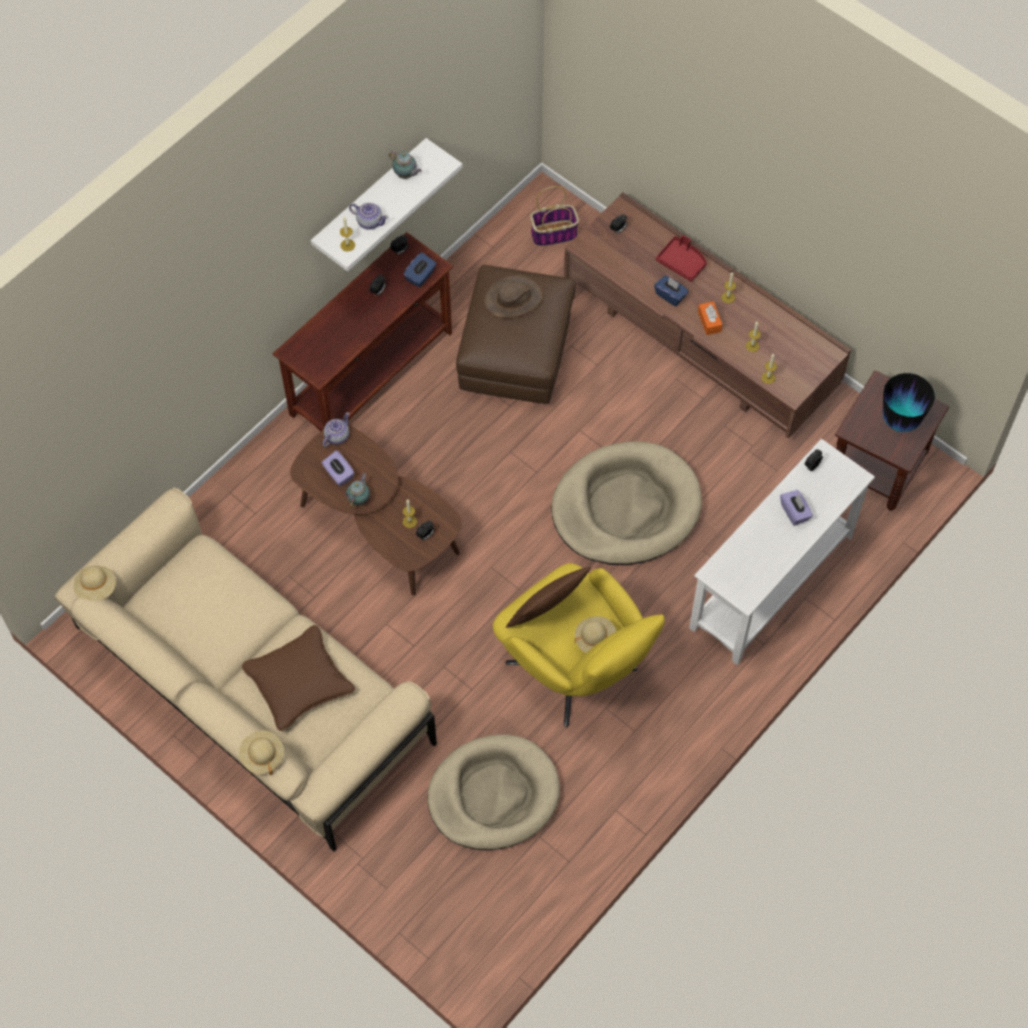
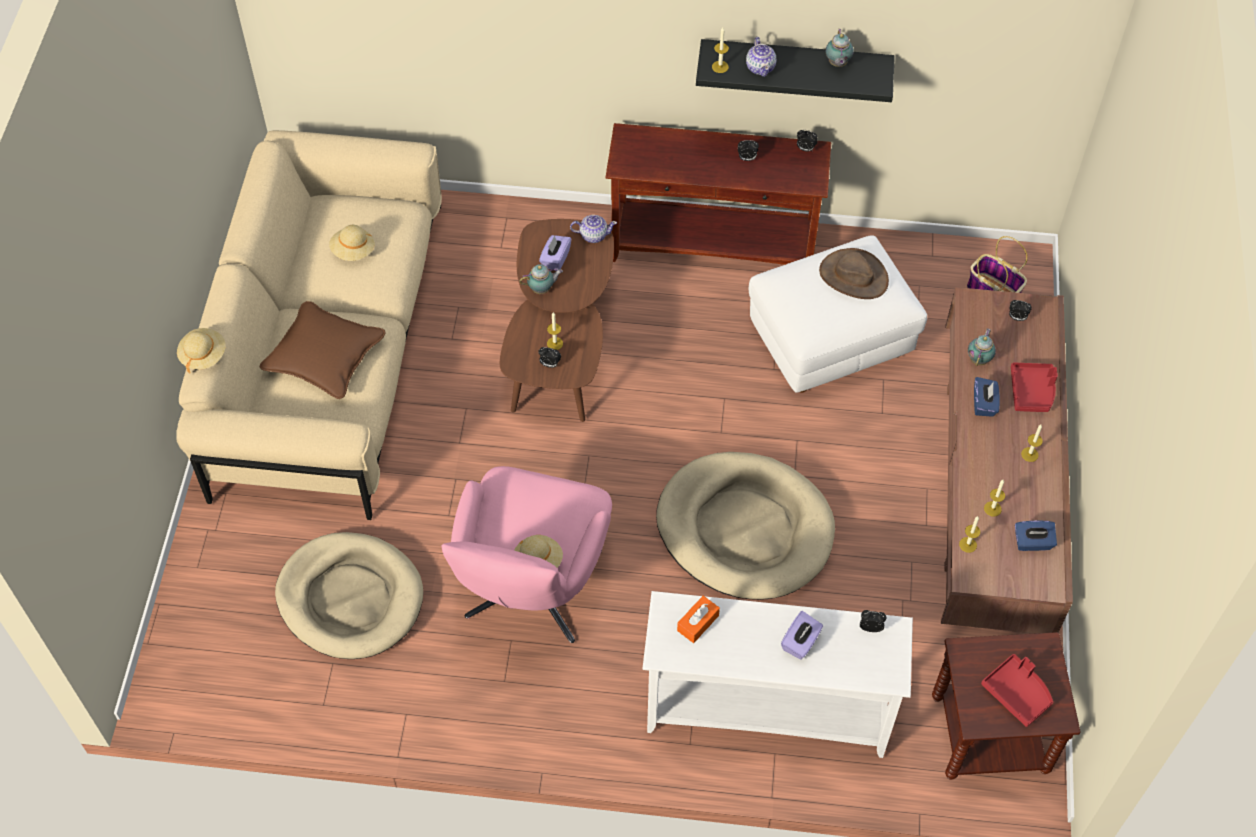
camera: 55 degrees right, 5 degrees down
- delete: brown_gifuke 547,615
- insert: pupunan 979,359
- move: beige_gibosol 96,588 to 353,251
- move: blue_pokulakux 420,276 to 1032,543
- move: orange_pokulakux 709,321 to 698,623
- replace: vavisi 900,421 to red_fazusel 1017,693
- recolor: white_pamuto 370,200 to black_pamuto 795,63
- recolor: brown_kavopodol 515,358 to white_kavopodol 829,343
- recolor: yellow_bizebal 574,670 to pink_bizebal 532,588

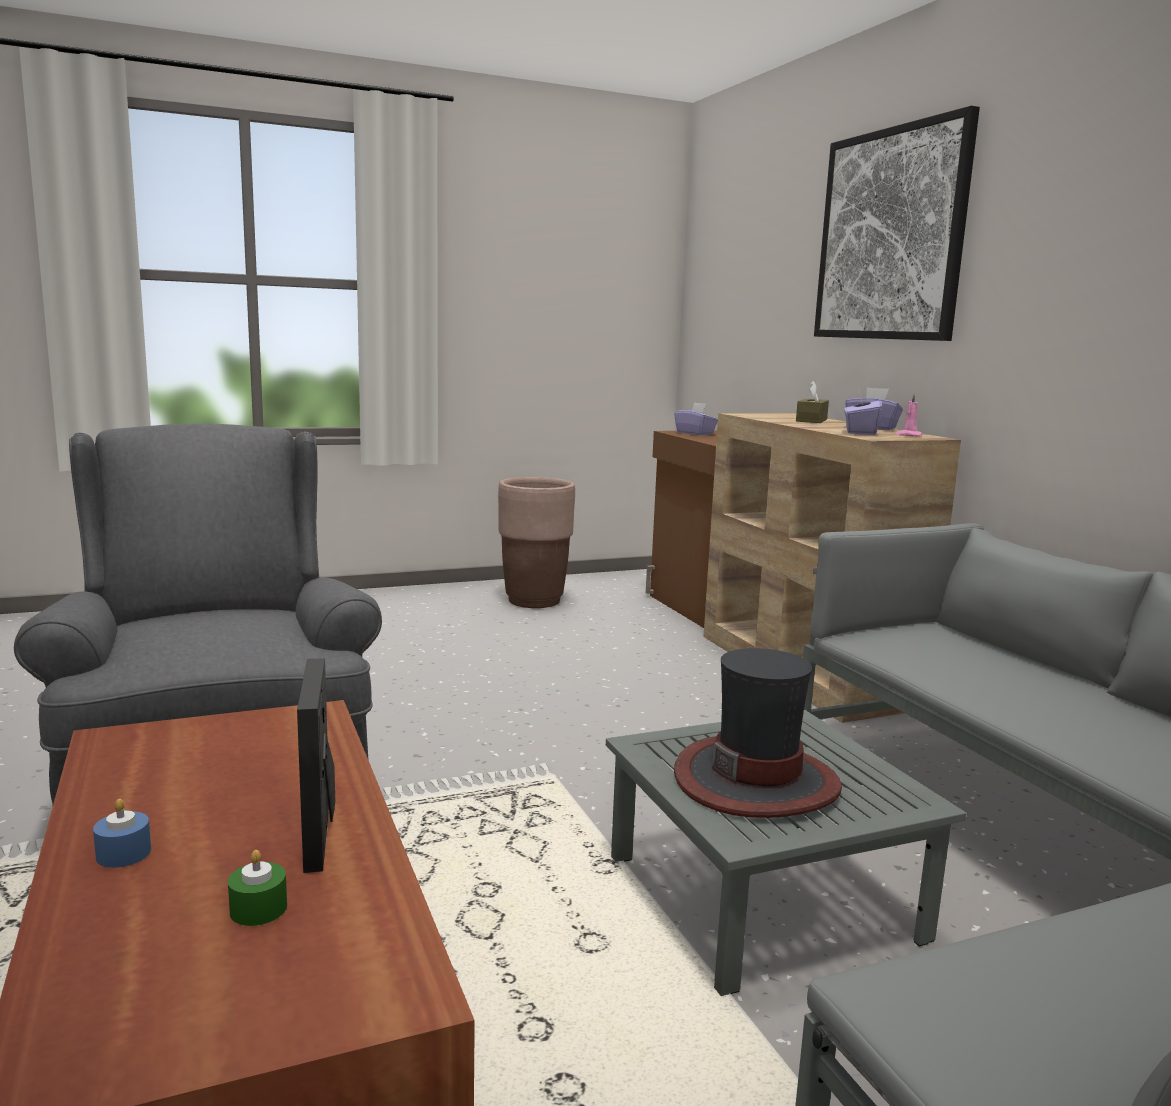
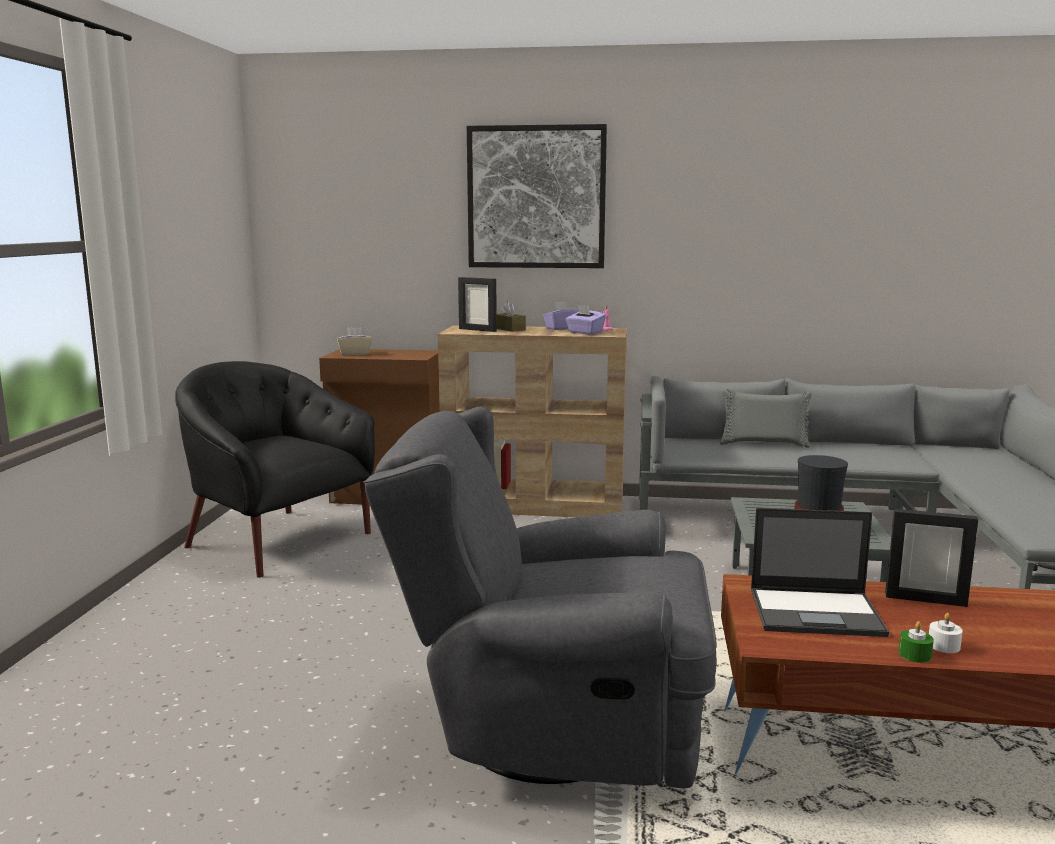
camera: 60 degrees left, 0 degrees up
- insert: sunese 478,330
- insert: grey_gifuke 763,444
- insert: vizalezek 817,612
- move: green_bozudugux 258,909 to 914,655
- replace: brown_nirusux 534,601 to black_bizebal 276,540
- recolor: blue_bozudugux 123,853 to white_bozudugux 943,646
- recolor: purple_pokulakux 695,433 to beige_pokulakux 355,354

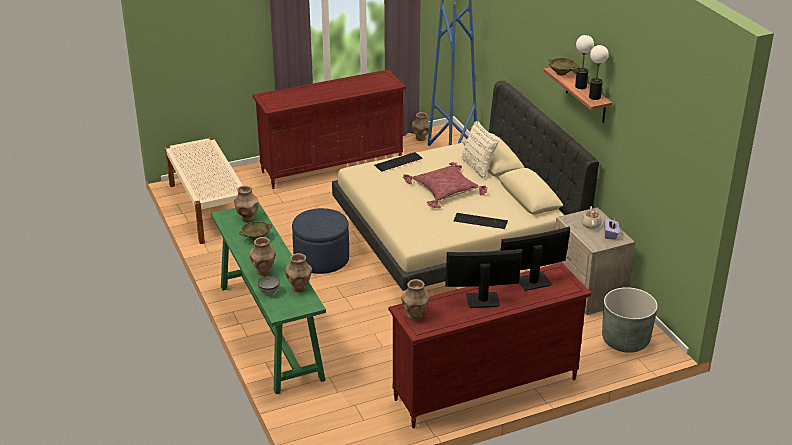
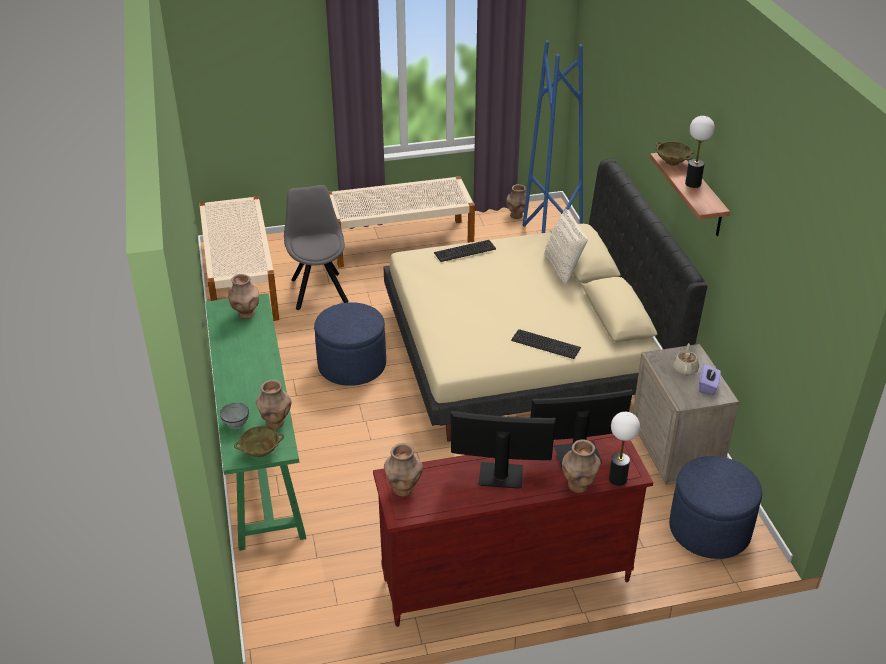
camera: 10 degrees right, 5 degrees up
- delete: red_gifuke 444,188
- insert: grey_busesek 318,291
- move: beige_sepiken 256,238 to 260,451
- move: brown_vavisi 263,271 to 578,486
- move: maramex 594,97 to 617,479
- replace: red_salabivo 332,166 to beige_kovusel 401,242
- replace: grey_nirusux 625,340 to blue_kavopodol 709,529

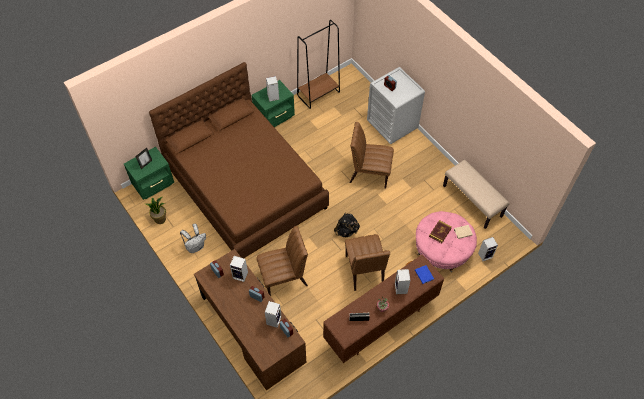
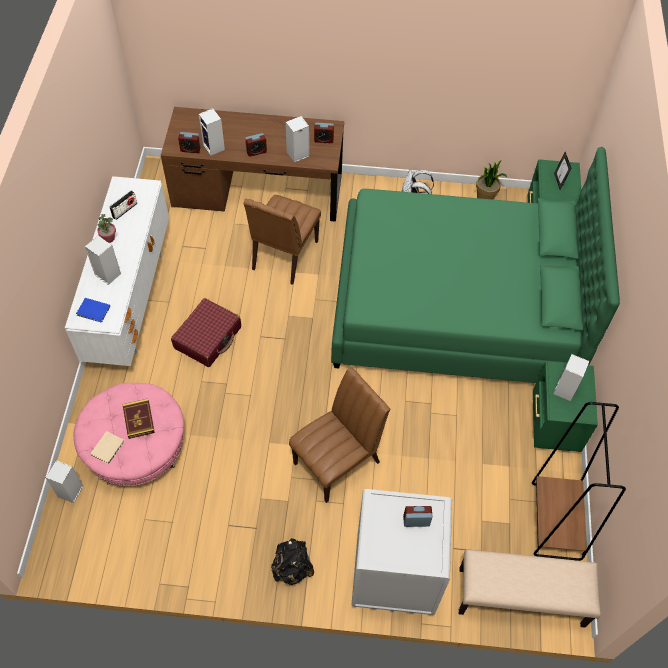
camera: 130 degrees right, 0 degrees up
- move: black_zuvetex 346,231 to 292,567
- move: beige_kovusel 472,201 to 520,598
- replace: brown_busesek 364,270 to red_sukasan 208,337
- recolor: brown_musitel 245,187 to green_musitel 455,306
- recolor: brown_salabivo 380,322 to white_salabivo 132,301

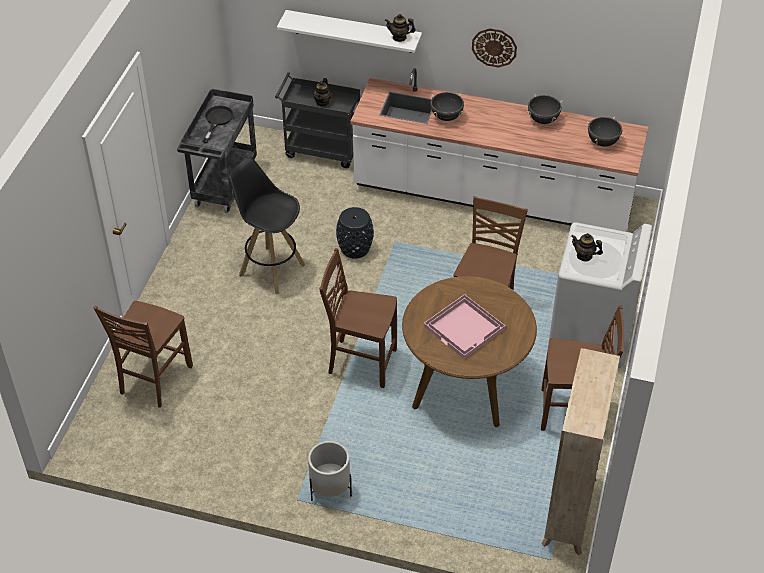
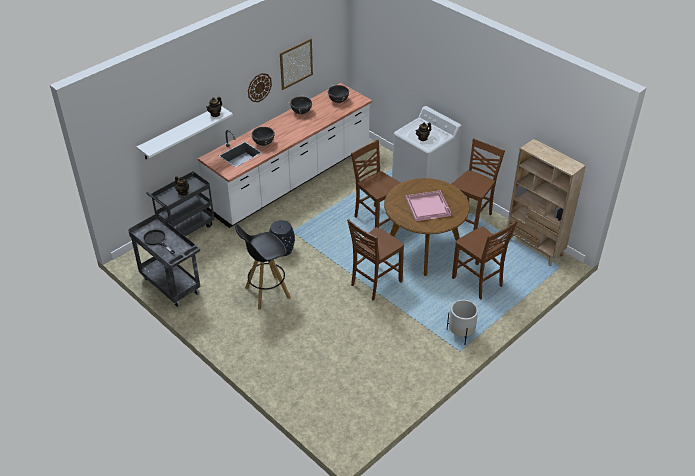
camera: 60 degrees left, 5 degrees down
- insert: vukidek 296,63
- move: brown_busesek 154,380 to 478,282

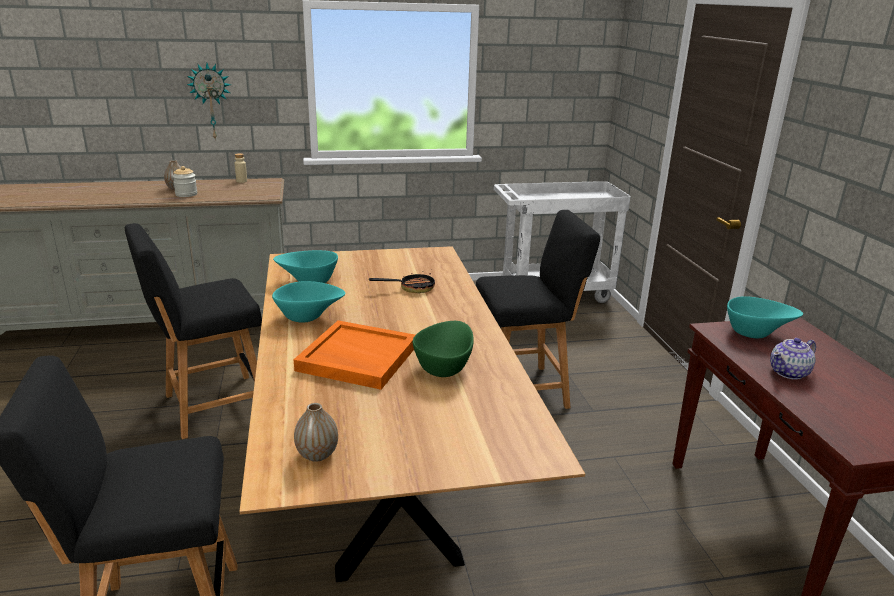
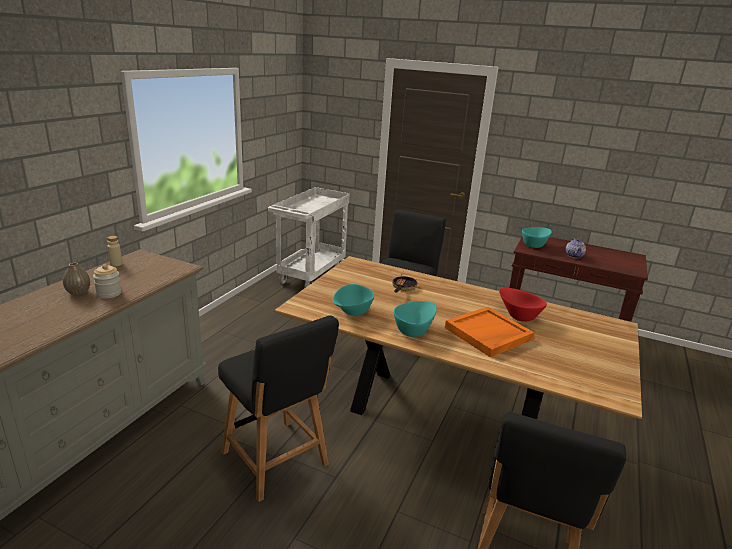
camera: 55 degrees left, 0 degrees up
- delete: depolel 211,101
- delete: vavisi 317,454
- recolor: green_sepiken 445,366 to red_sepiken 518,315
- rotate: black_busesek 211,406 = 277,461 45 degrees counterclockwise

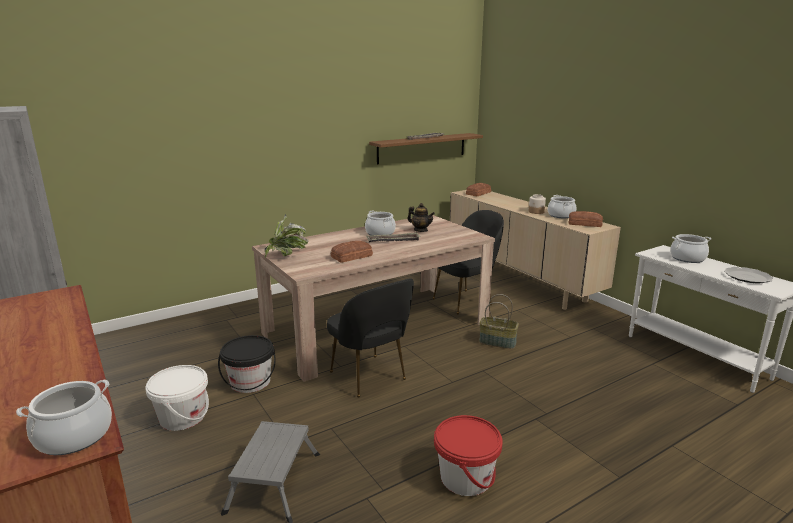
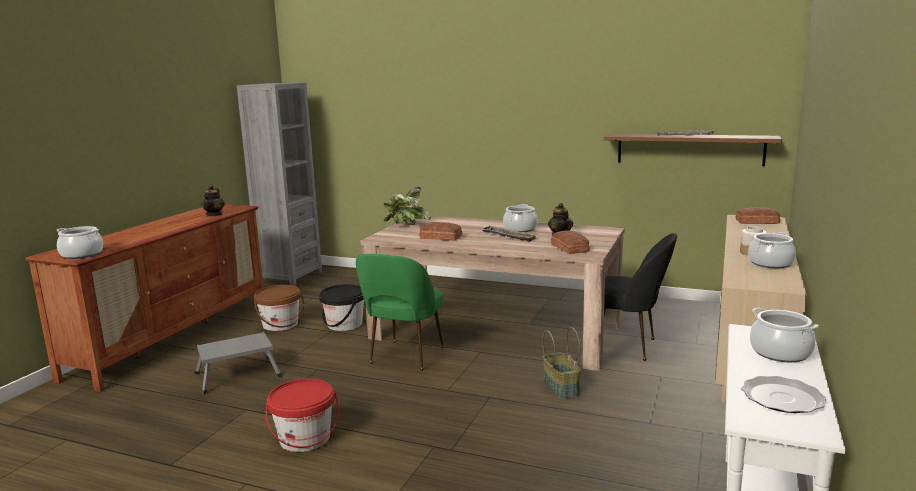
camera: 55 degrees right, 5 degrees down
- insert: pupunan 214,214
- move: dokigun 584,223 to 570,248
- recolor: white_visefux 182,417 to brown_visefux 280,324
- recolor: black_busesek 370,379 to green_busesek 404,358

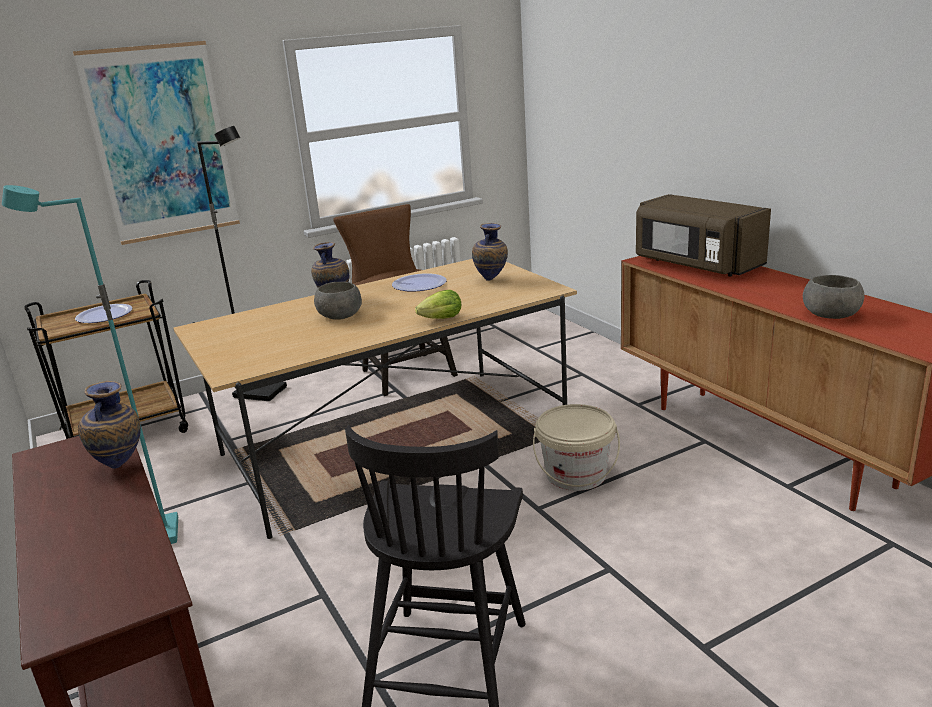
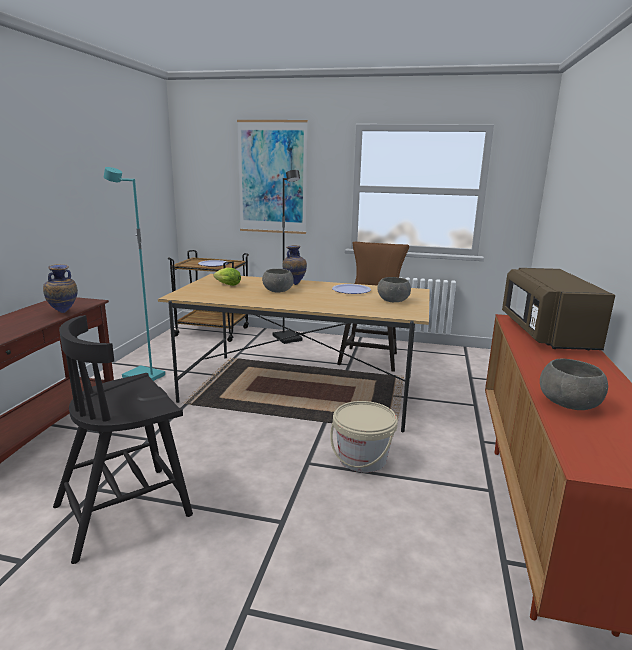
camera: 40 degrees right, 5 degrees down
- move: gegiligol 439,319 to 226,285
- replace: vavisi 491,280 to grey_sepiken 393,300

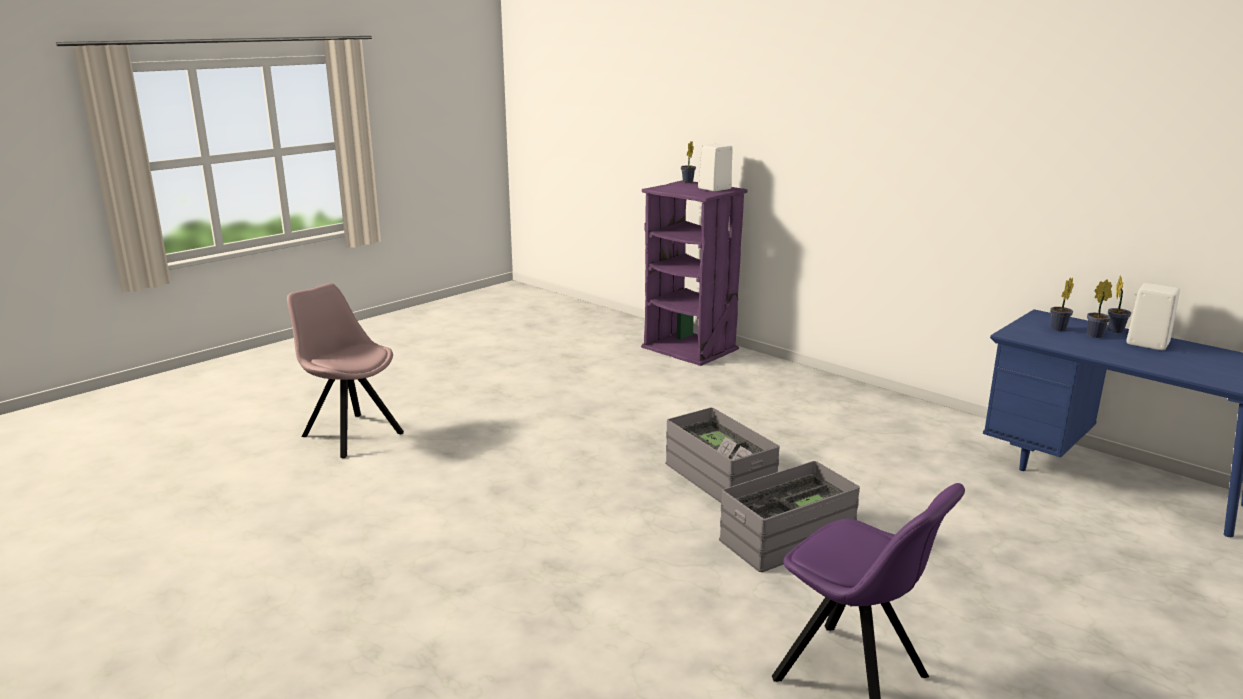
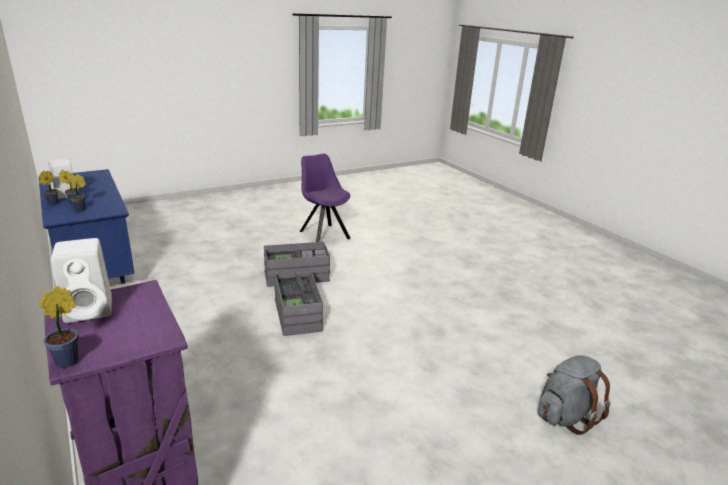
camera: 165 degrees left, 5 degrees up
- replace: pink_busesek 351,434 to grey_zuvetex 565,416

